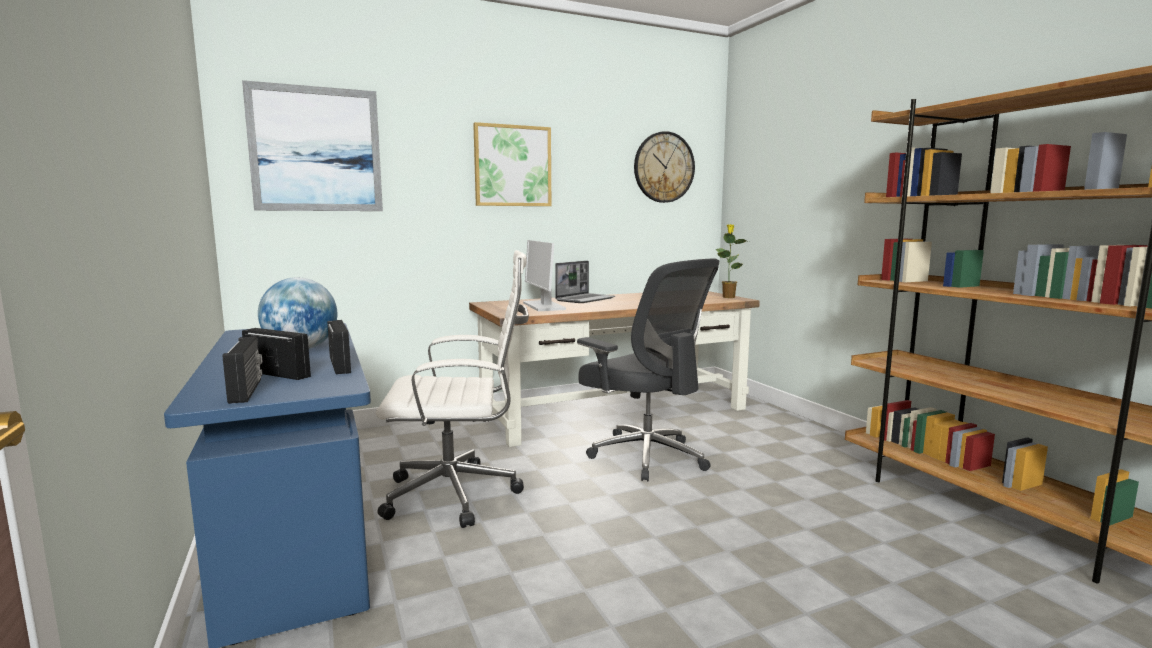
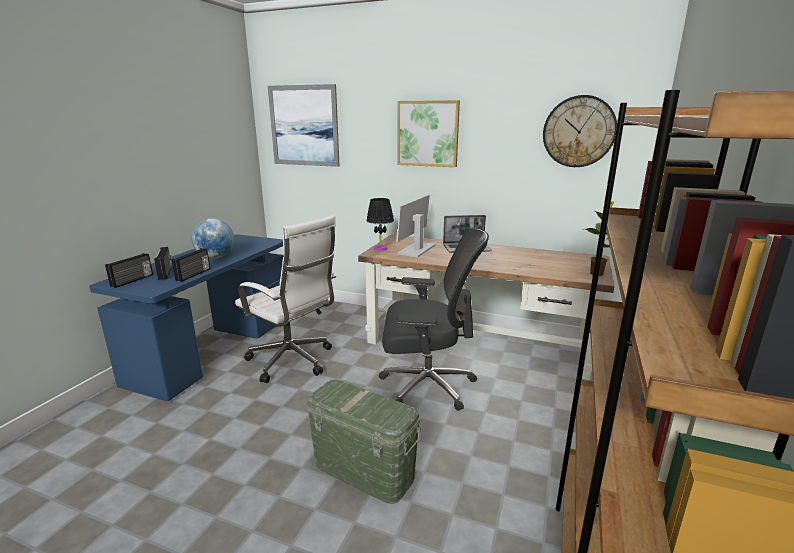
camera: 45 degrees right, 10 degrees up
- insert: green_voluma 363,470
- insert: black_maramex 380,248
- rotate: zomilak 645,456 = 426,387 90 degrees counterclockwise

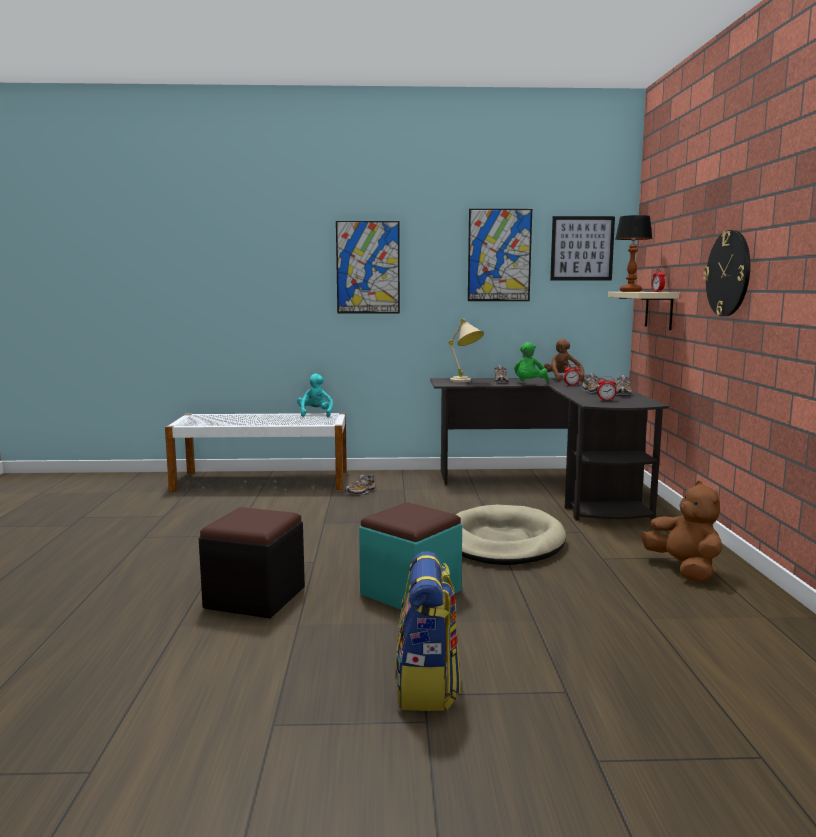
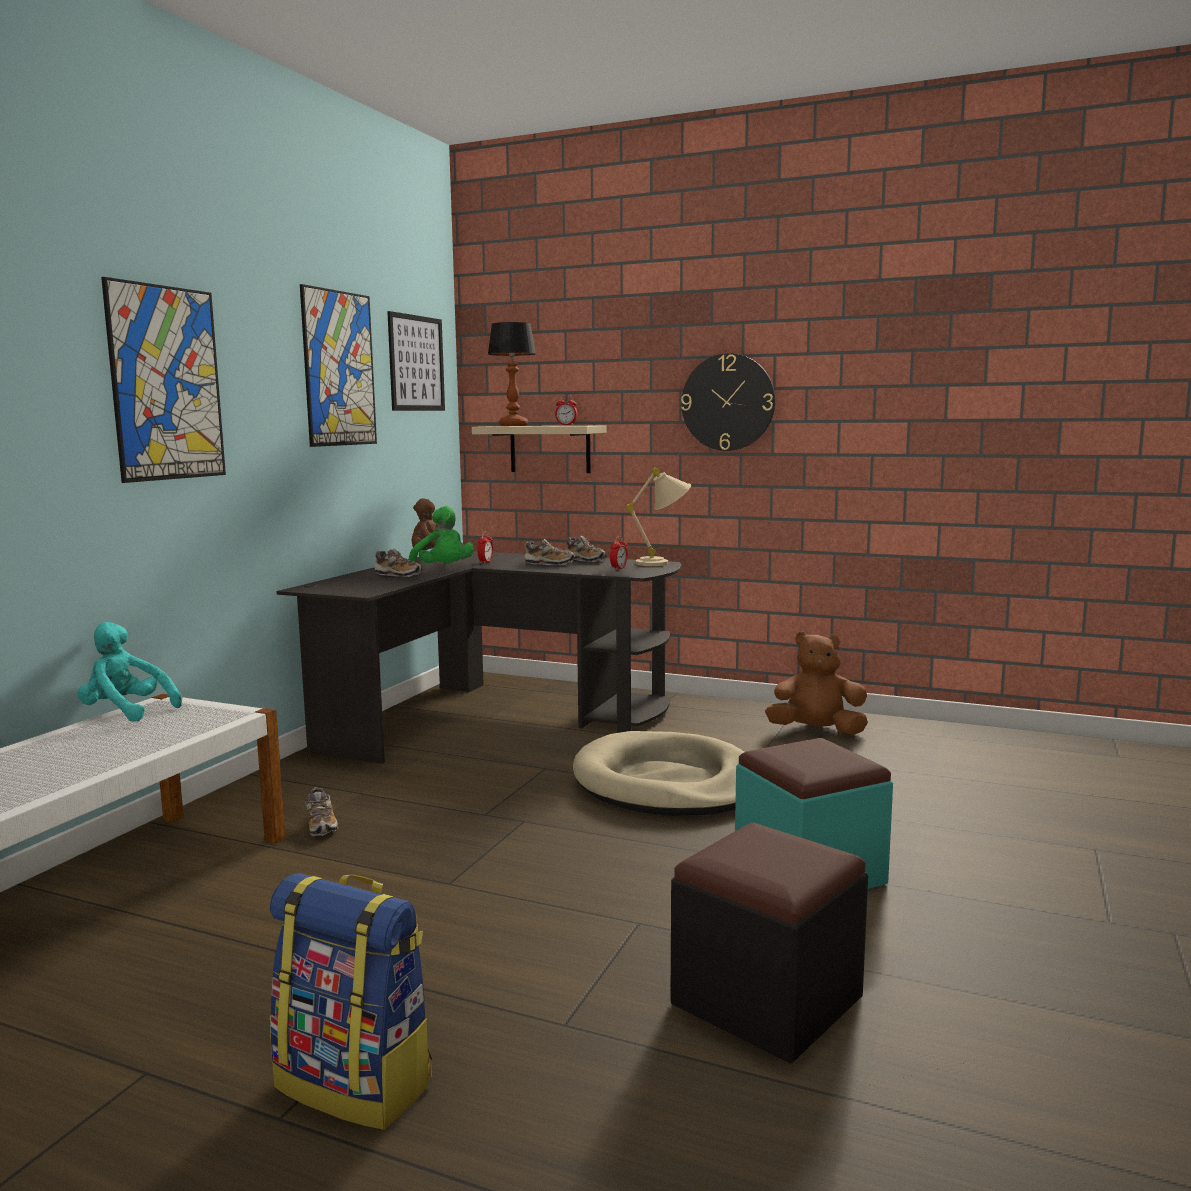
camera: 65 degrees left, 0 degrees up
- move: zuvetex 427,687 to 357,1083
- move: beige_maramex 465,381 to 664,563

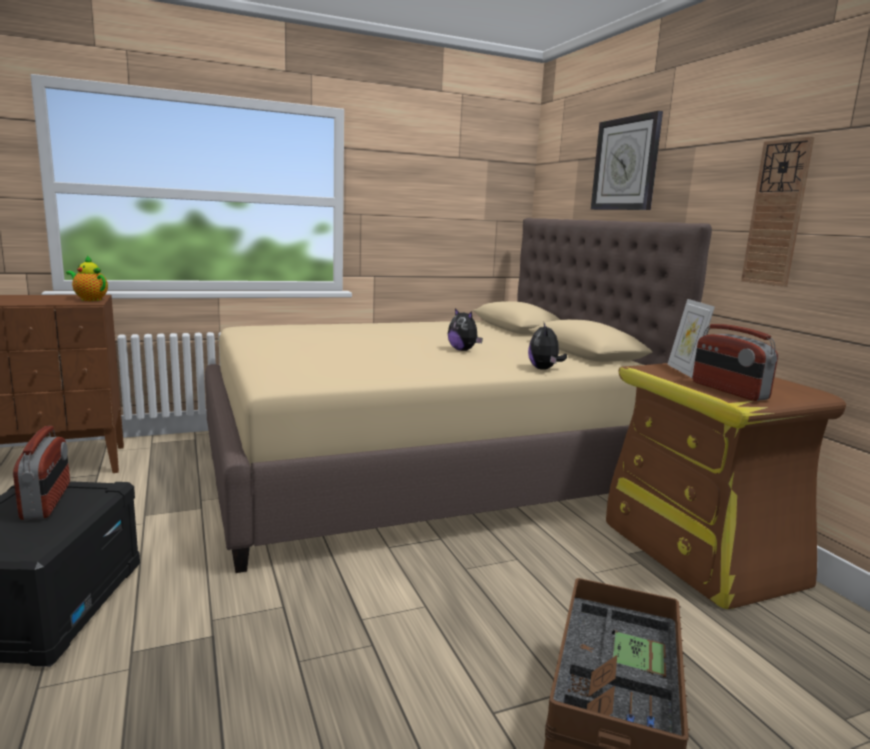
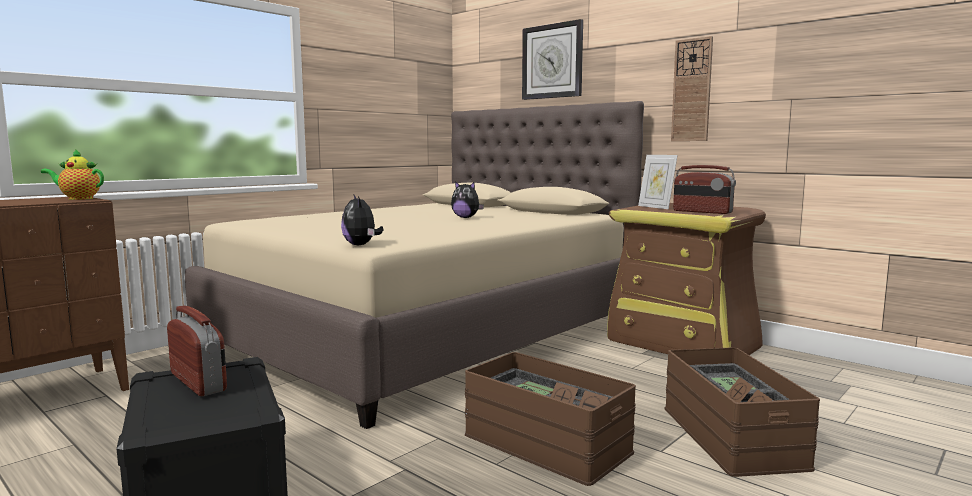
camera: 25 degrees left, 5 degrees down
- insert: brown_voluma 548,442
- move: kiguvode 544,369 to 361,245

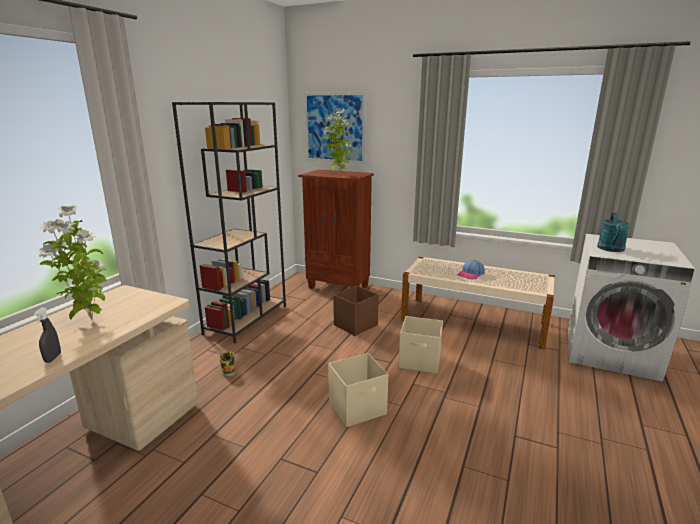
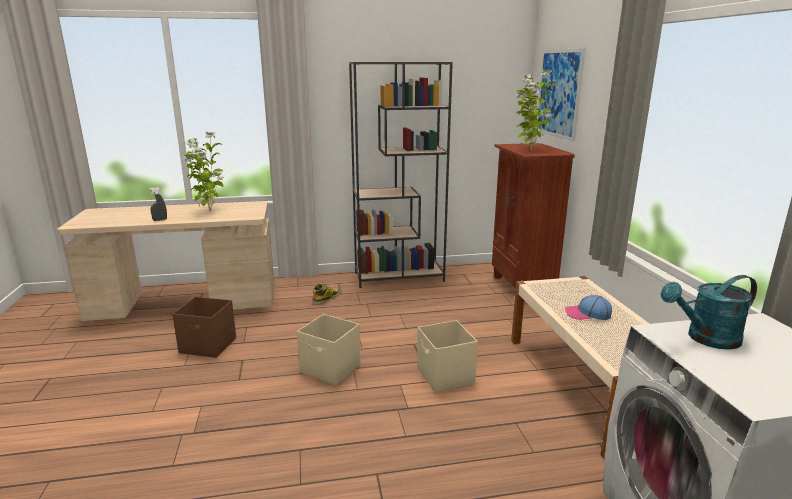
camera: 55 degrees right, 0 degrees up
- move: brown_voluma 356,325 to 208,346

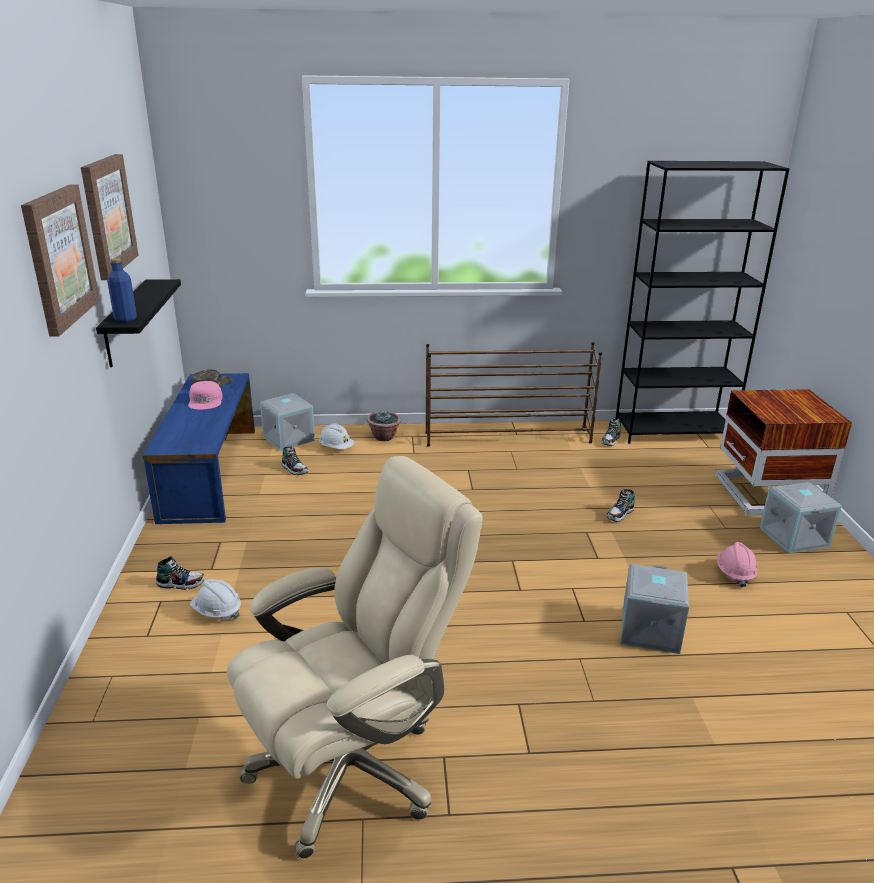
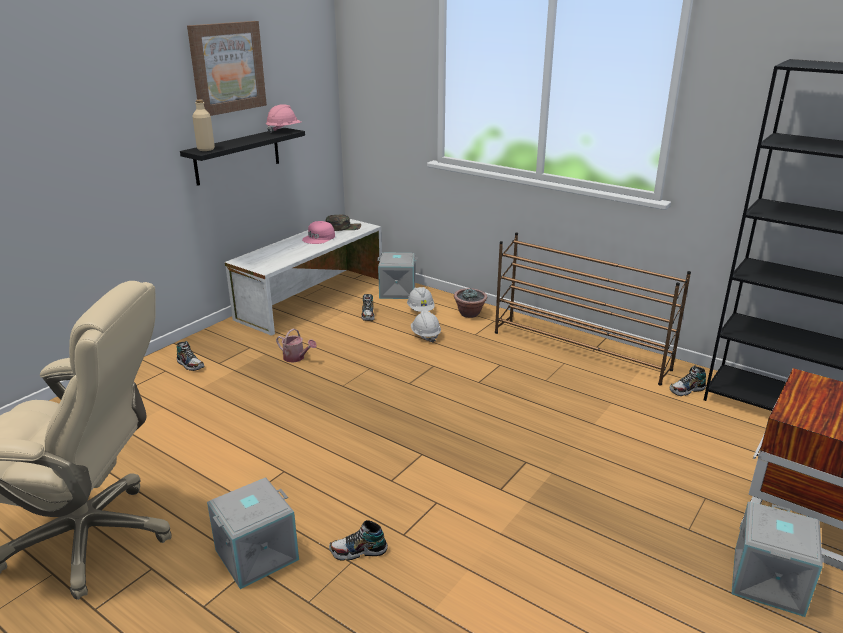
camera: 40 degrees right, 0 degrees up
- delete: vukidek 59,257
- insert: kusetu 296,358
- move: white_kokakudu 217,612 to 425,335
- move: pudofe 620,514 to 358,551
- move: grey_voluma 648,630 to 256,553
- move: pink_kokakudu 734,574 to 284,130
- recolor: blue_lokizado 125,319 to beige_lokizado 206,149
- recolor: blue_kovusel 208,472 to white_kovusel 312,297

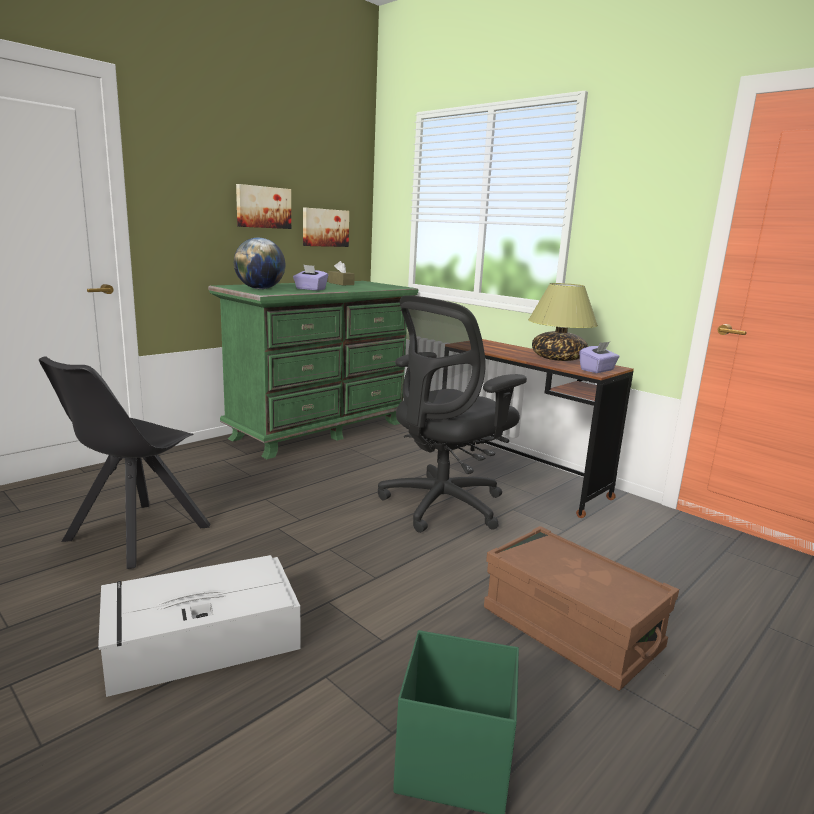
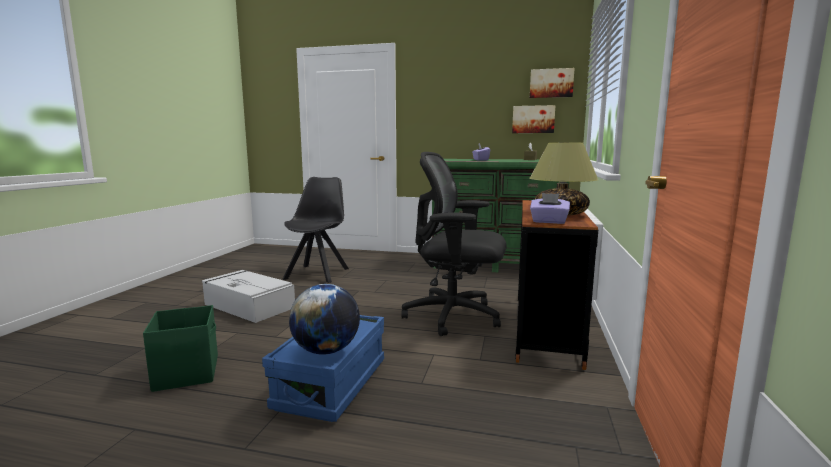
camera: 60 degrees right, 5 degrees down
- move: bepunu 260,289 to 326,350
- move: vukidek 263,207 to 551,83
- recolor: brown_voluma 570,630 to blue_voluma 331,384
- rotate: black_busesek 135,535 = 318,273 105 degrees clockwise

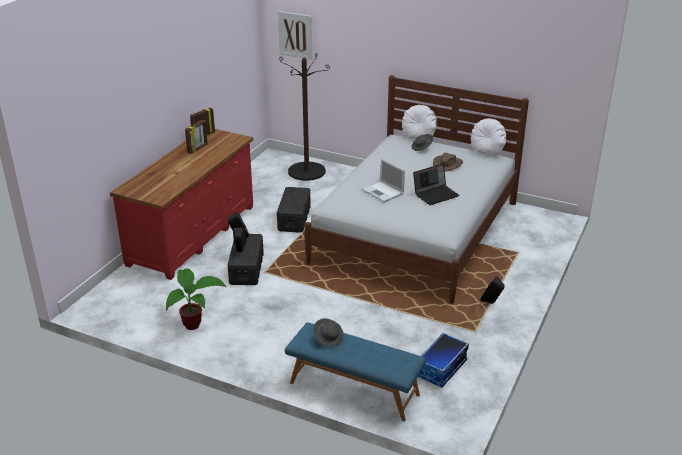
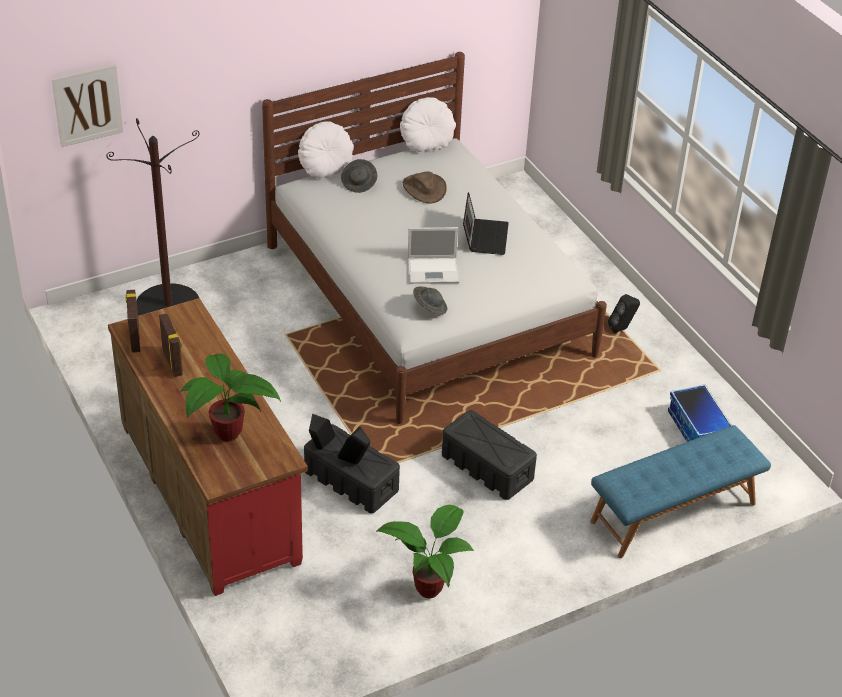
camera: 55 degrees left, 10 degrees up
- insert: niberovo 226,437
- move: black_voluma 294,218 to 486,467
- move: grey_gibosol 328,338 to 429,307

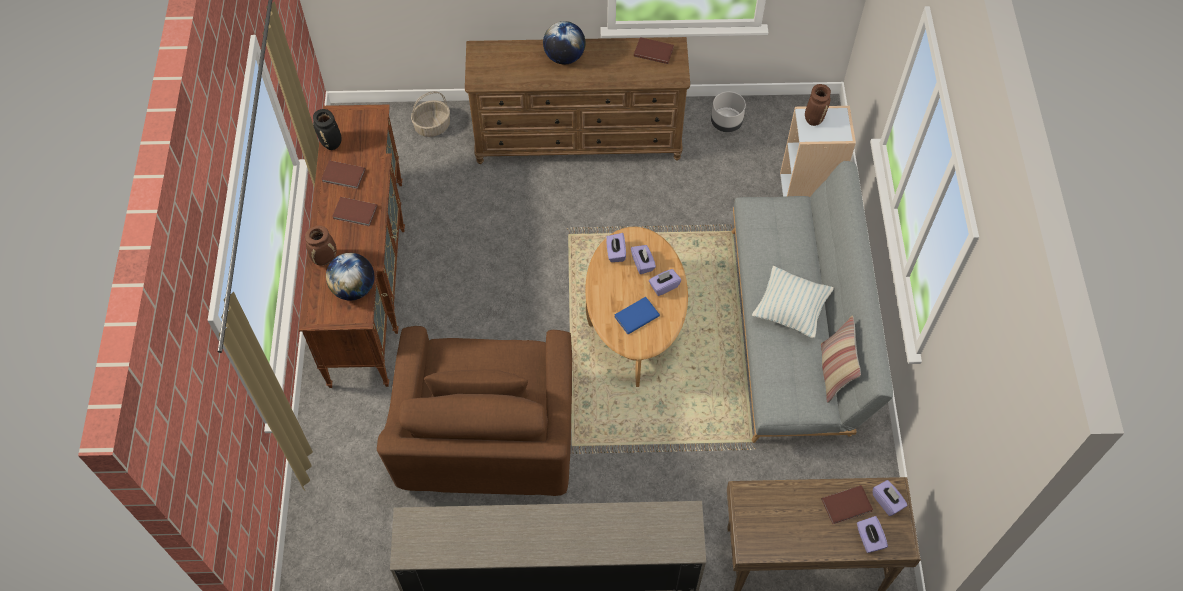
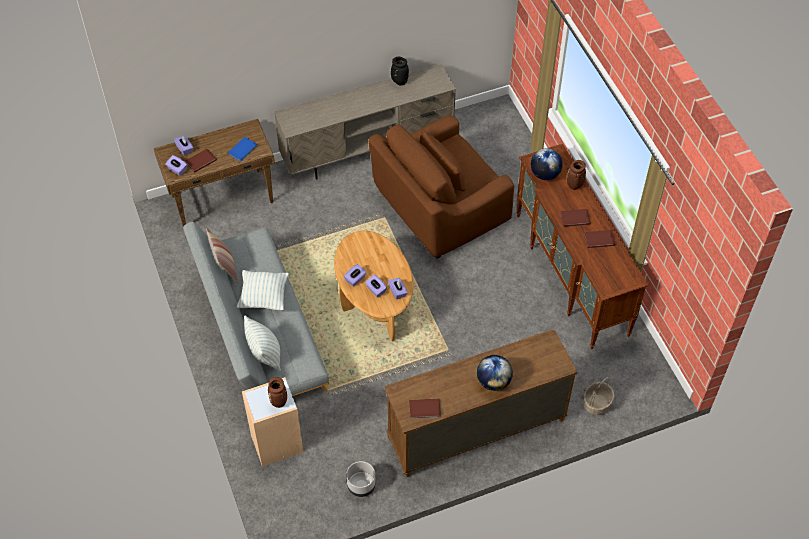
camera: 160 degrees right, 5 degrees down
- insert: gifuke 265,354
- move: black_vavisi 332,144 to 399,81
- move: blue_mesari 635,316 to 243,150
- rotate: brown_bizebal 487,436 = 439,207 105 degrees counterclockwise

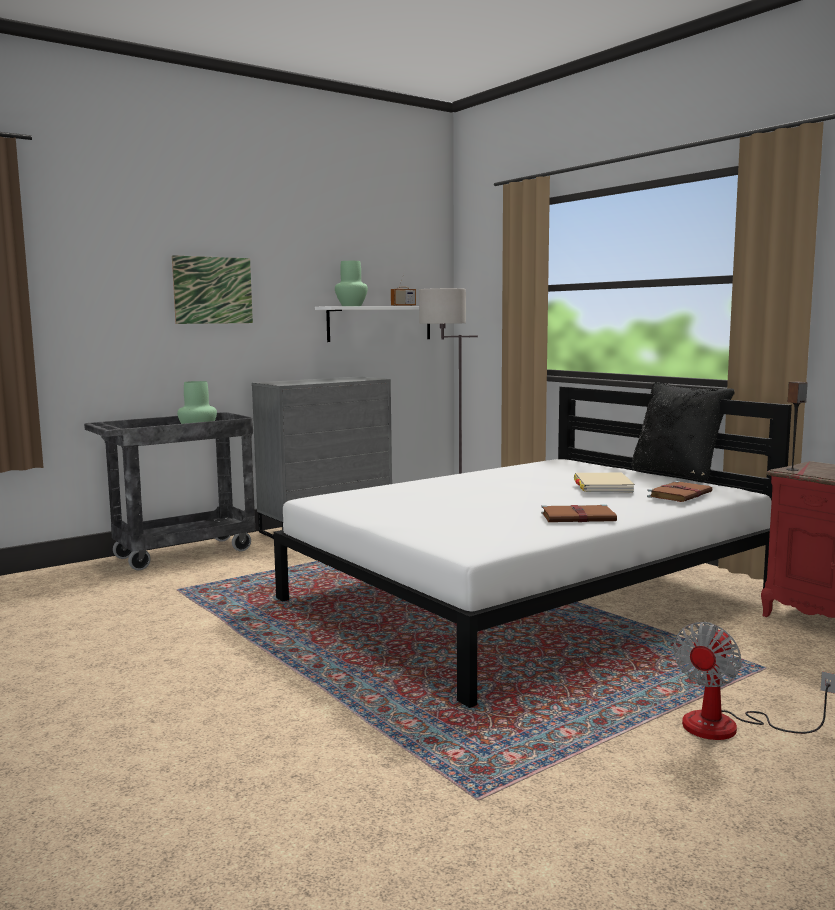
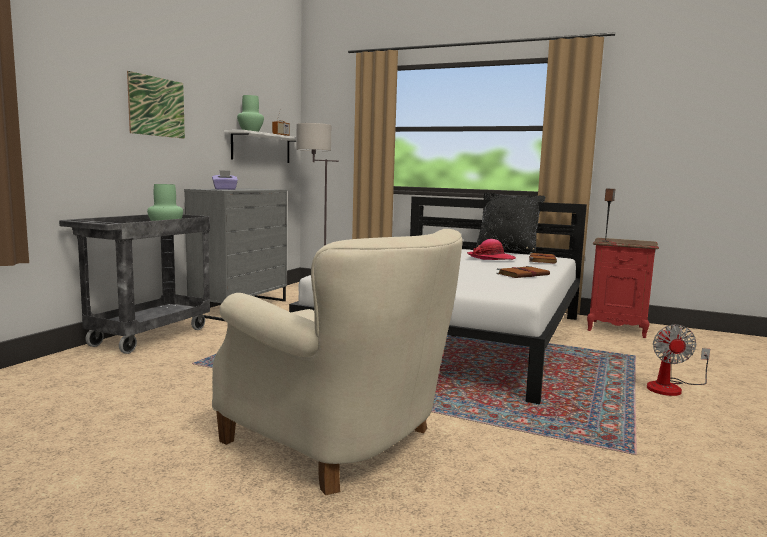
camera: 30 degrees left, 0 degrees up
- insert: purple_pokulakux 225,189
- insert: beige_bizebal 339,441
- replace: beige_mesari 603,486 to gibosol 491,258

